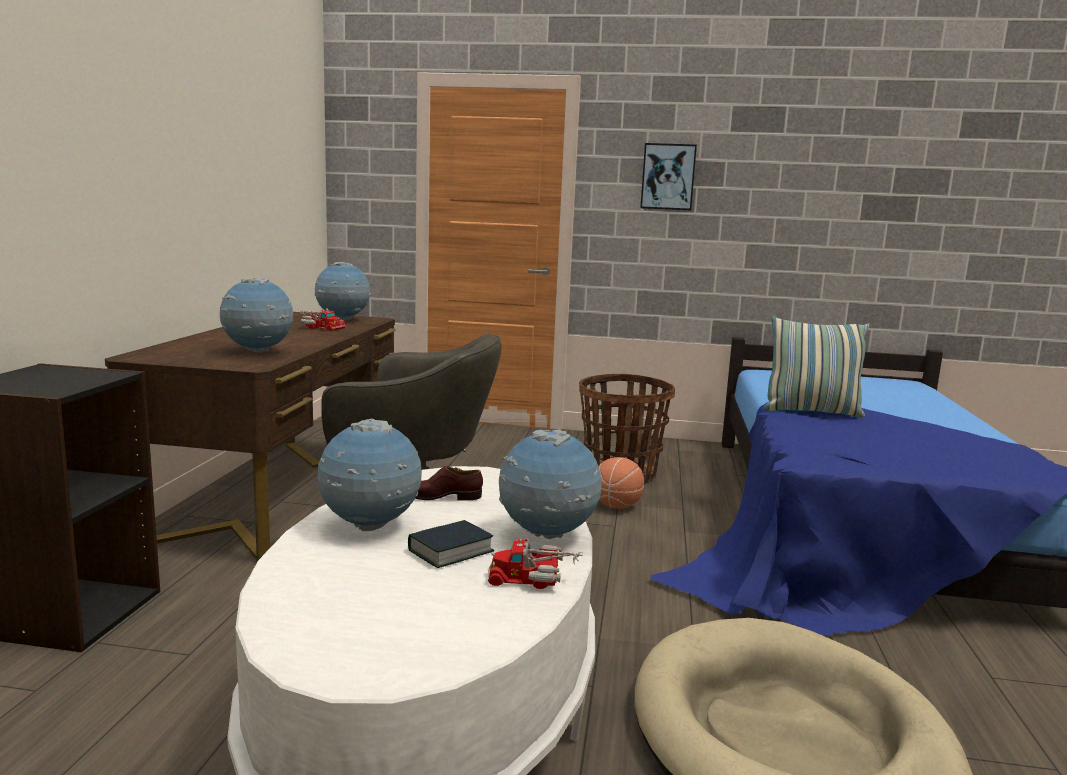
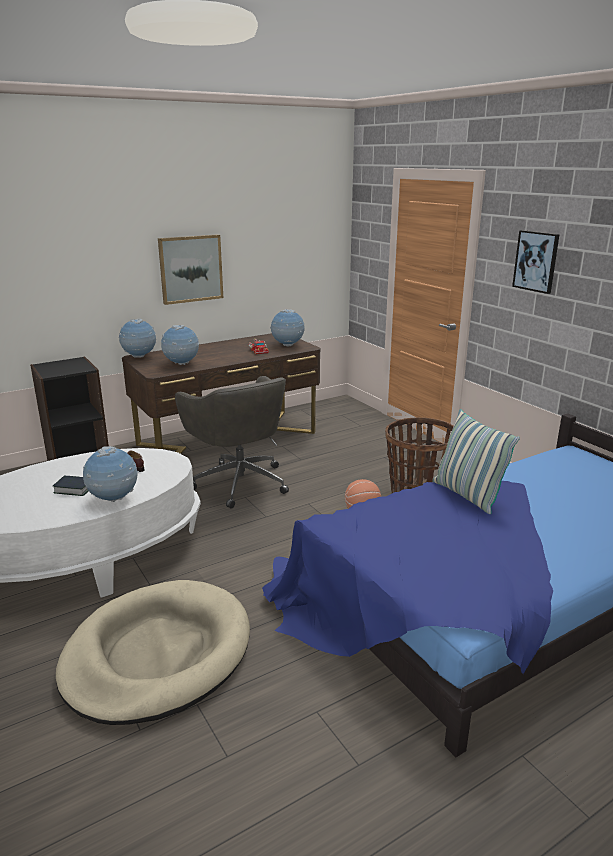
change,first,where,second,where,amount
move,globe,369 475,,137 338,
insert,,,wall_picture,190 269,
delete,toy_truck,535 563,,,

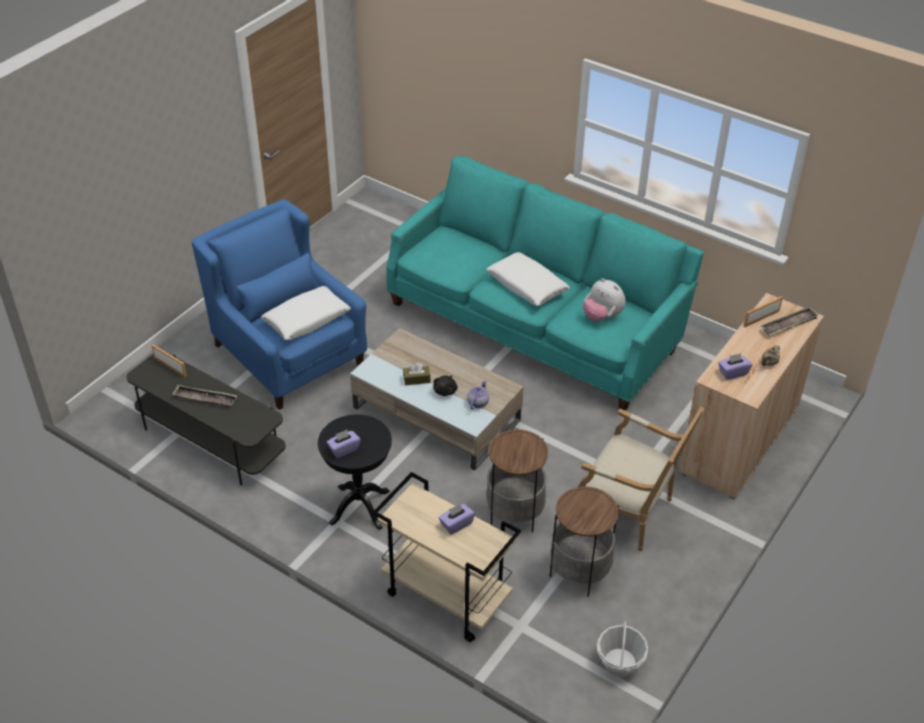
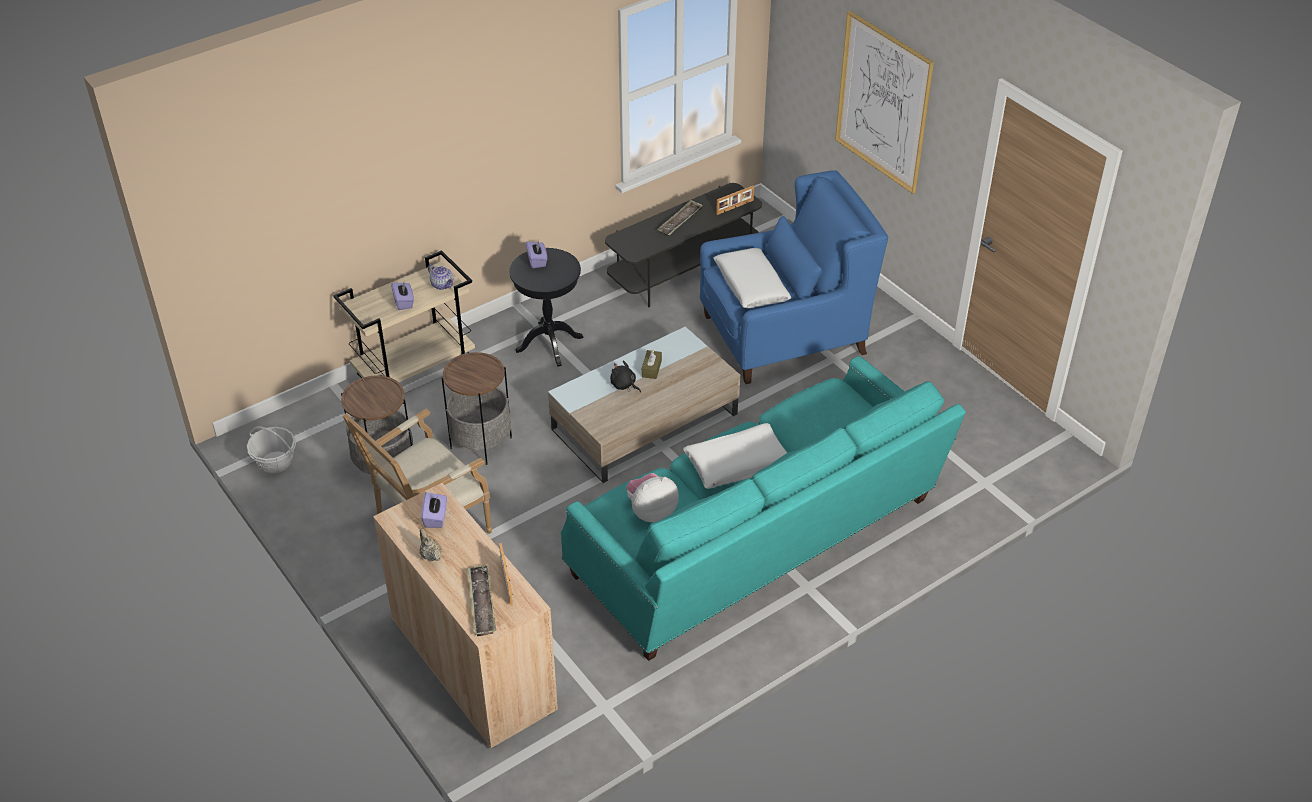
change,first,where,second,where,amount
move,teapot,478 395,,441 277,
insert,,,wall_picture,884 102,

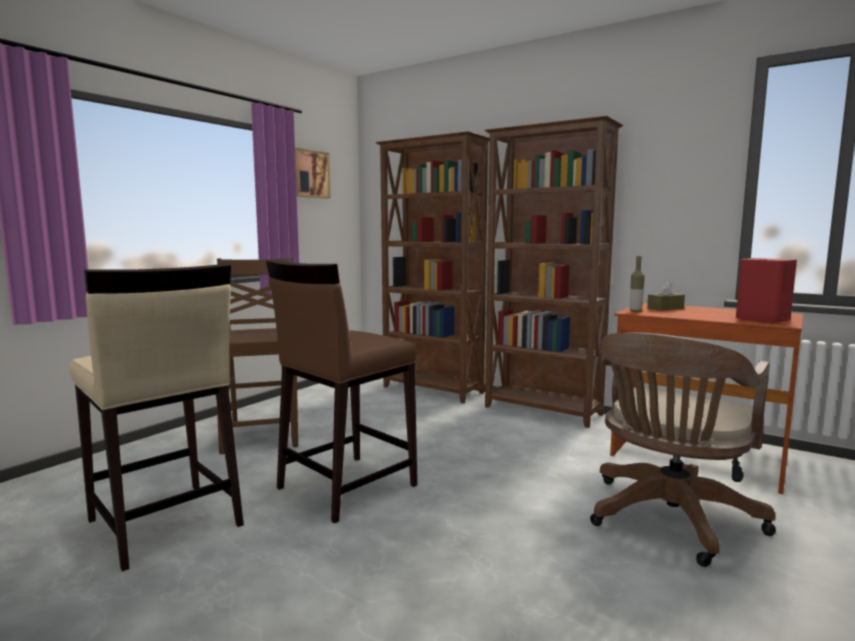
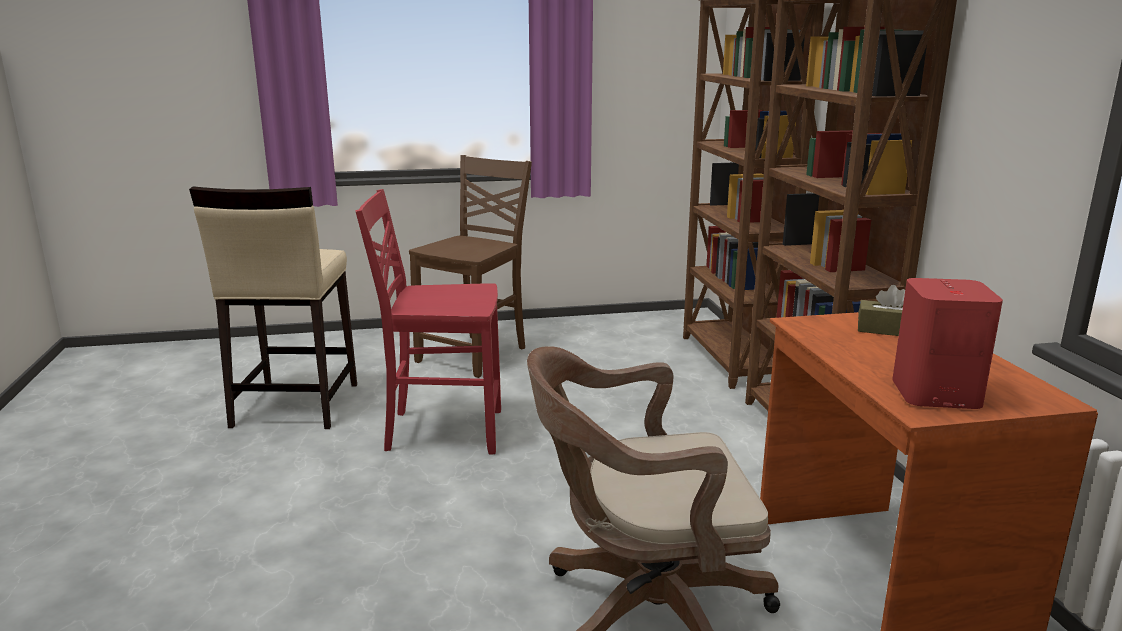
change,first,where,second,where,amount
replace,brownish_stool_seat,341 391,red-coloured_chair,428 322,
delete,wall_picture,313 173,,,
delete,drink_bottle,637 284,,,

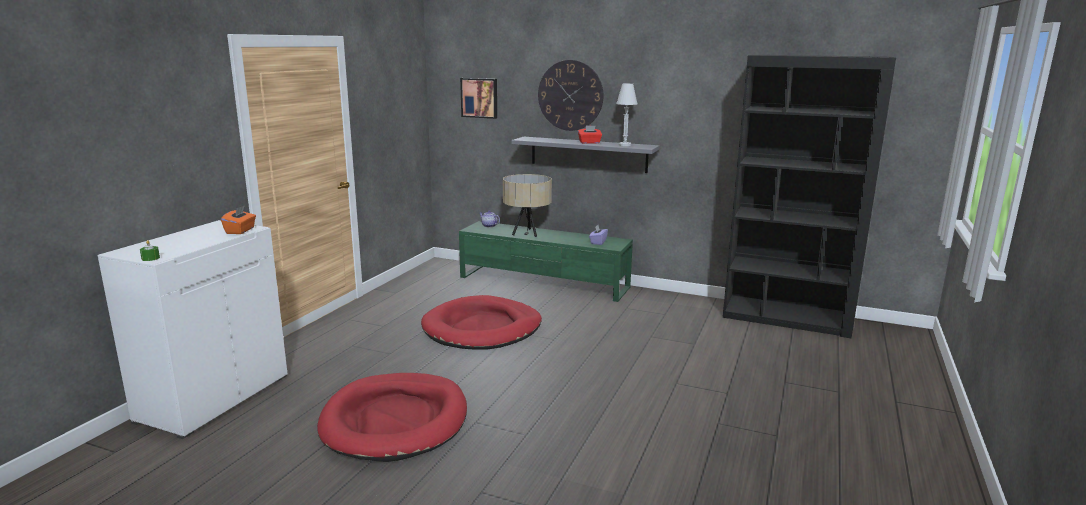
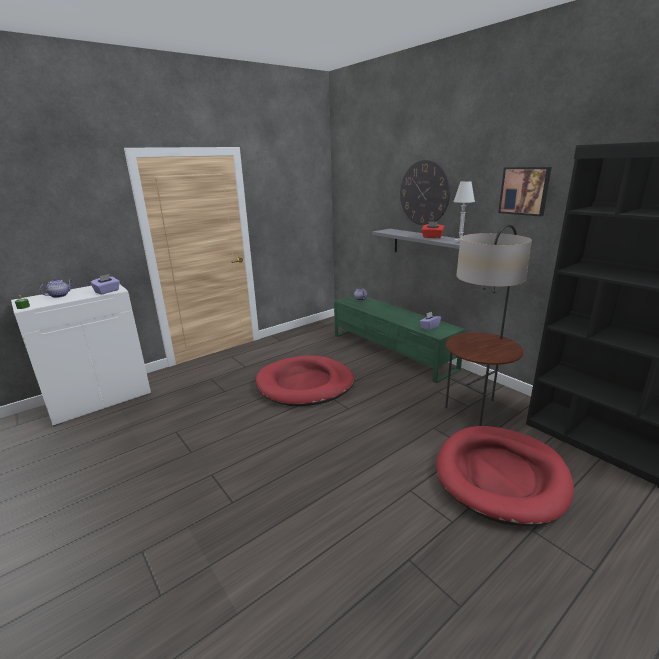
change,first,where,second,where,amount
insert,,,teapot,56 288,
recolor,orange_box_of_tissues,238 219,purple-coloured_box_of_tissues,105 284,
move,red-coloured_dog_cushion,392 417,,505 476,
insert,,,standard_lamp,488 325,
move,wall_picture,478 98,,524 191,
delete,beige_lamp_for_a_table,527 205,,,

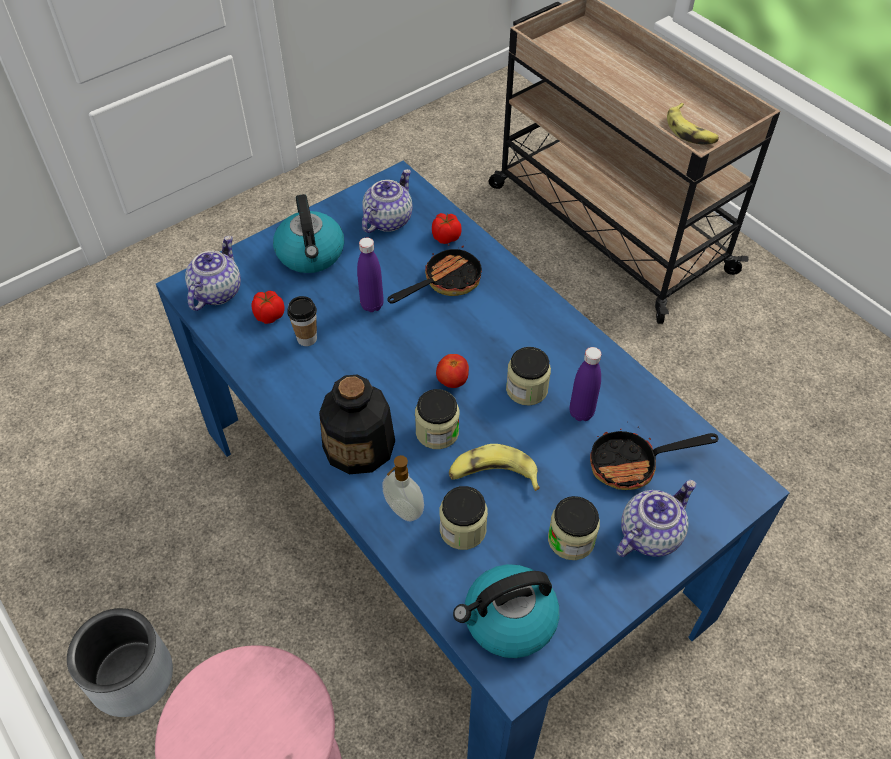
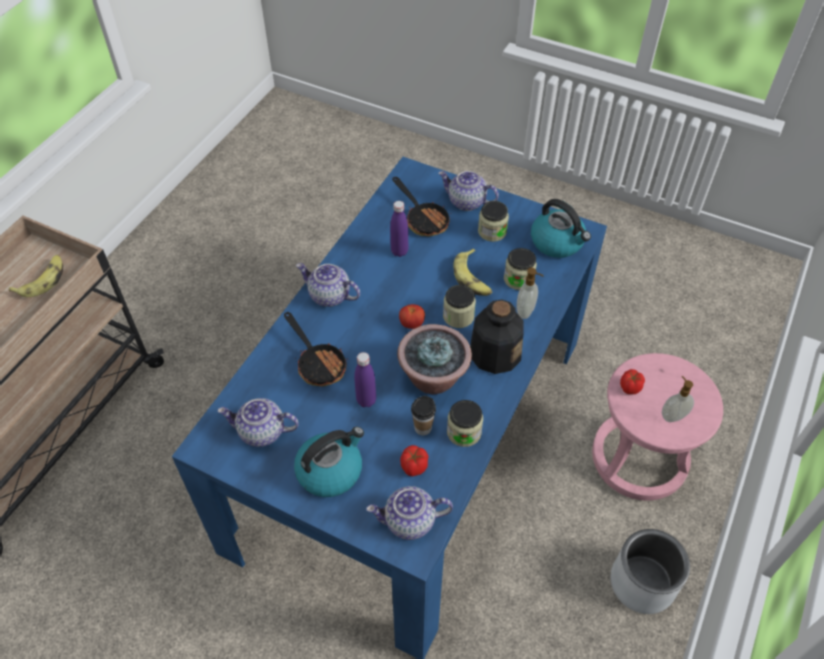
change,first,where,second,where,amount
rotate,pan,434 273,,316 349,150 degrees counterclockwise
insert,,,teapot,328 285,
insert,,,potted_plant,434 359,
move,jar,528 376,,465 423,
move,whole_tomato,446 228,,632 381,
insert,,,soap_dispenser,678 399,

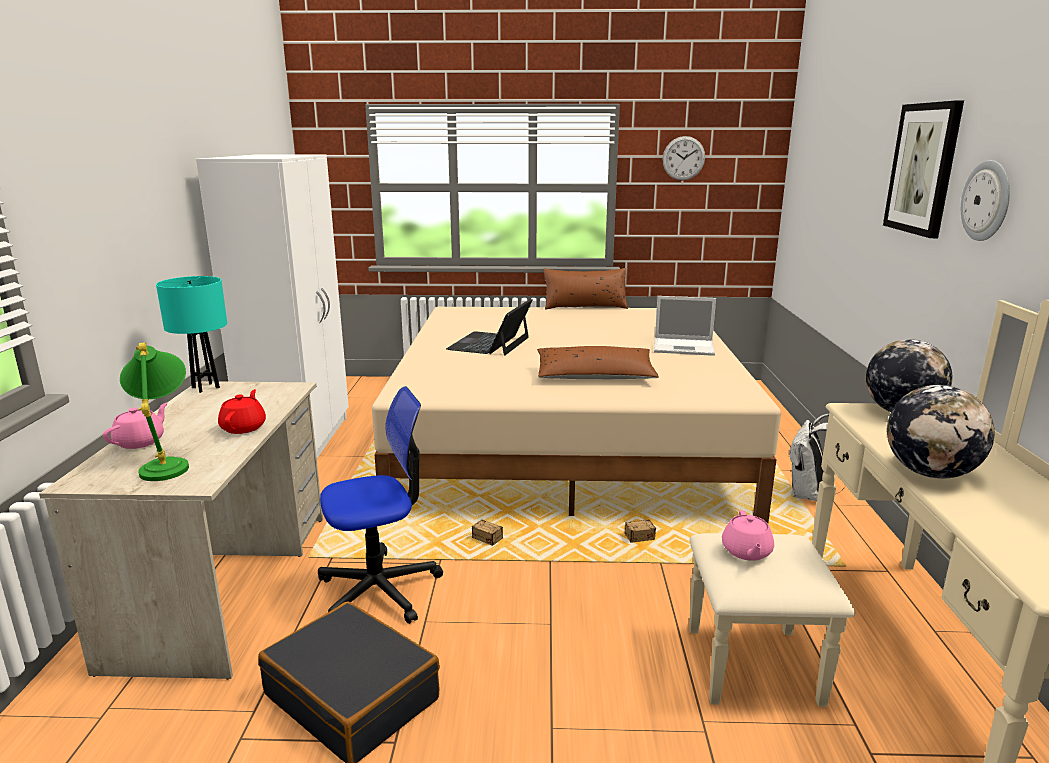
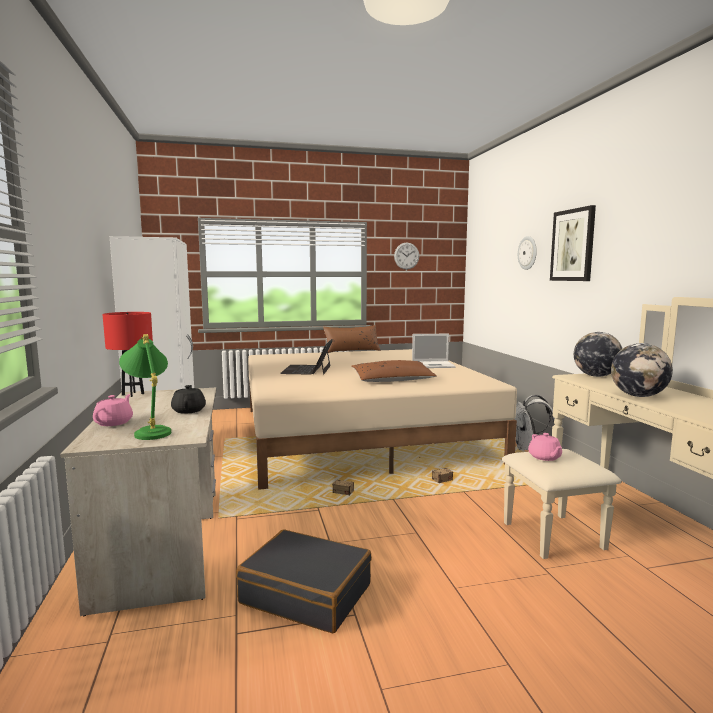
change,first,where,second,where,amount
recolor,turquoise_lamp_for_a_table,191 334,red-coloured_lamp_for_a_table,127 354,
recolor,red-coloured_teapot,242 411,black-coloured_teapot,188 399,
move,clock_on_the_wall,985 200,,527 253,
delete,office_chair,380 505,,,

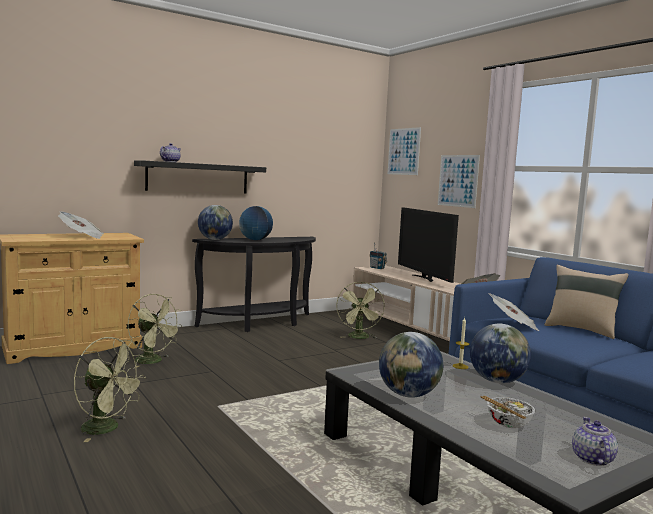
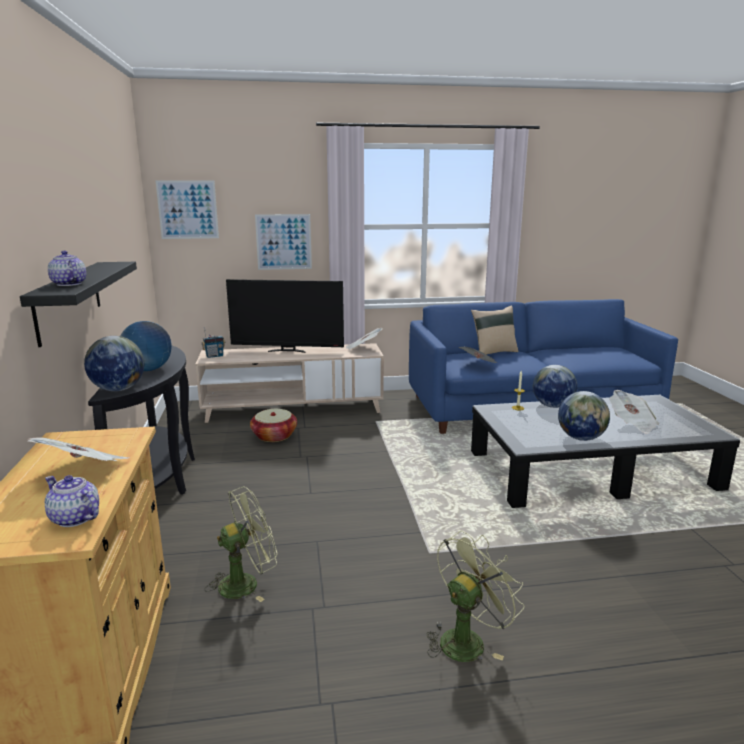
change,first,where,second,where,amount
move,teapot,595 441,,72 501,
replace,green-coloured_cooling_fan,360 310,household_basket,273 425,
replace,bowl,508 412,printed_paper,634 412,

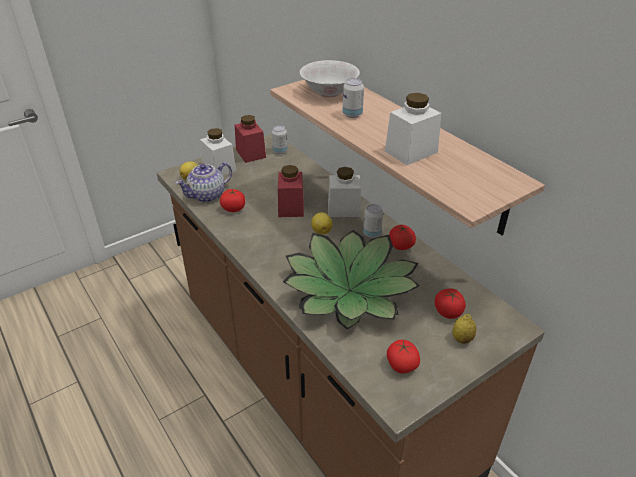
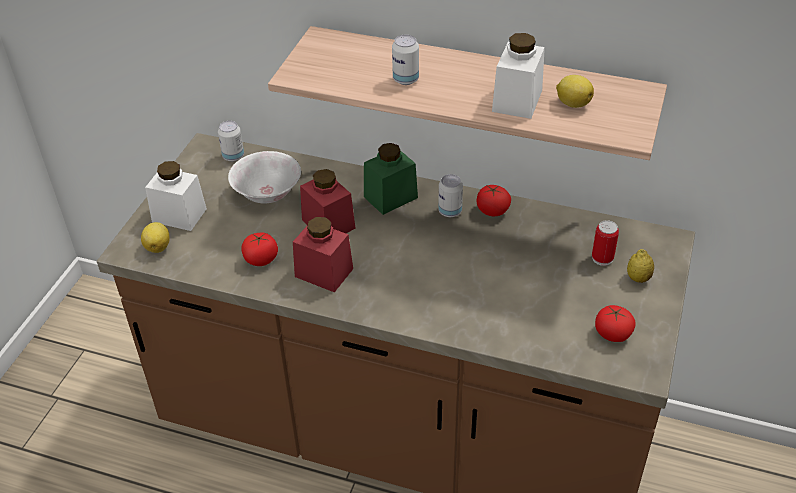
change,first,where,second,where,amount
move,whitish_bowl,330 78,,264 177,
move,red-coloured_jar,250 139,,323 255,
recolor,whitish_jar,344 192,green-coloured_jar,391 179,
move,lemon,322 223,,575 91,
replace,whole_tomato,450 303,metal_can,605 243,
delete,teapot,203 182,,,
delete,potted_plant,351 279,,,

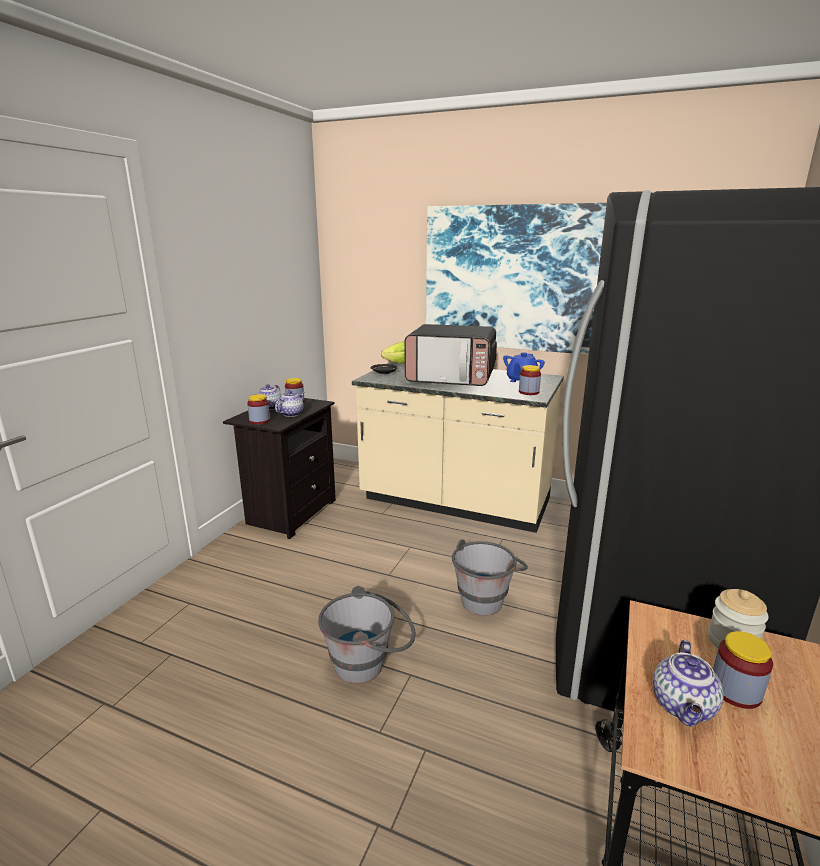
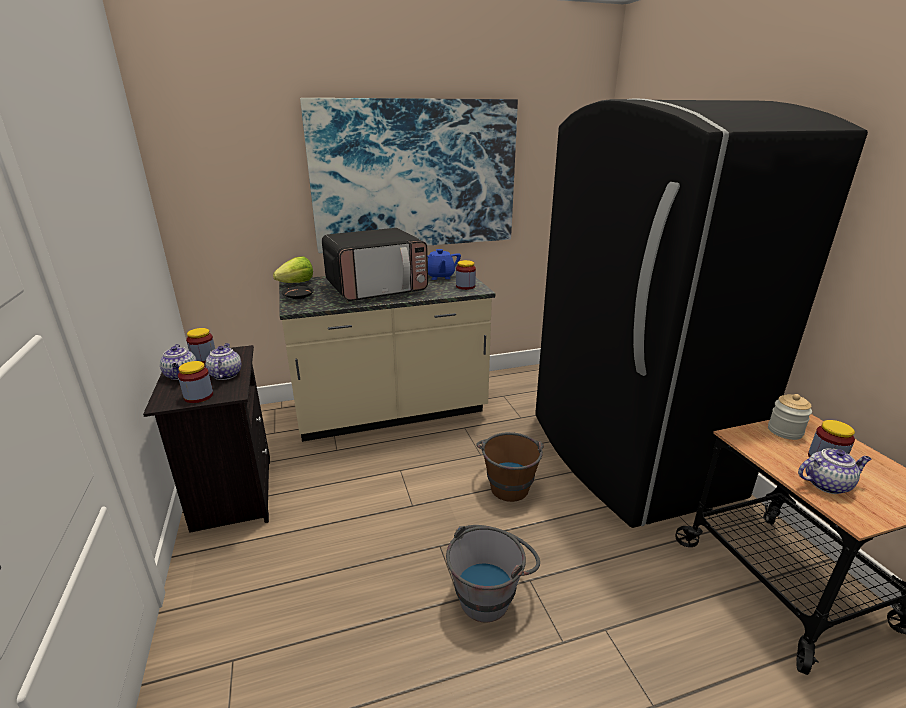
change,first,where,second,where,amount
recolor,grey_pail,490 577,brownish_pail,510 467,
rotate,teapot,688 683,,834 471,75 degrees counterclockwise

